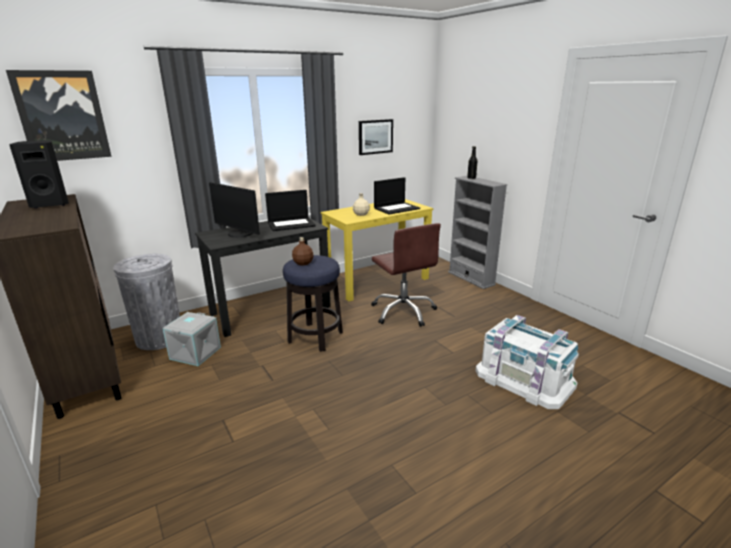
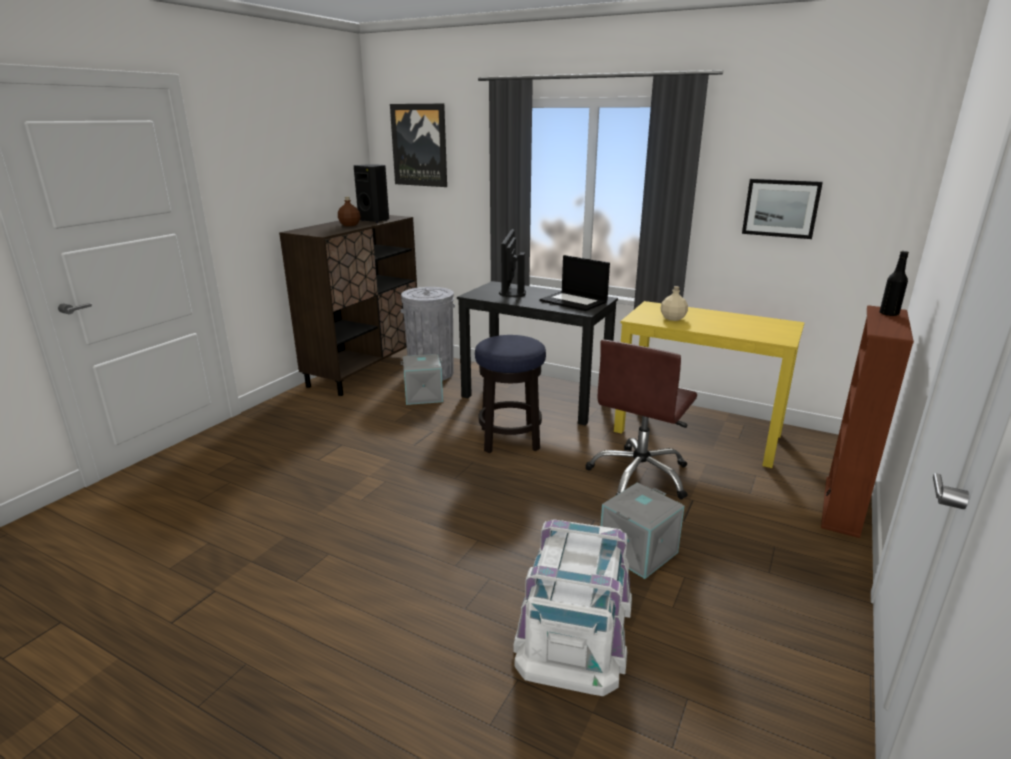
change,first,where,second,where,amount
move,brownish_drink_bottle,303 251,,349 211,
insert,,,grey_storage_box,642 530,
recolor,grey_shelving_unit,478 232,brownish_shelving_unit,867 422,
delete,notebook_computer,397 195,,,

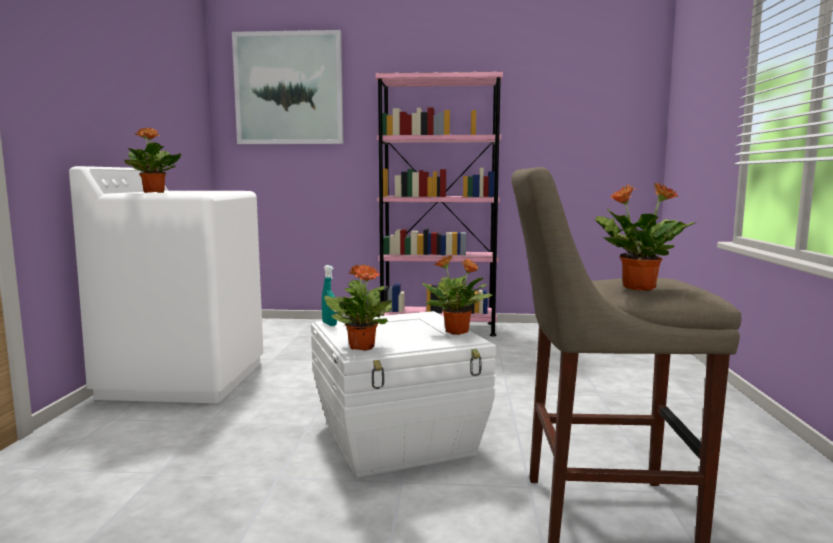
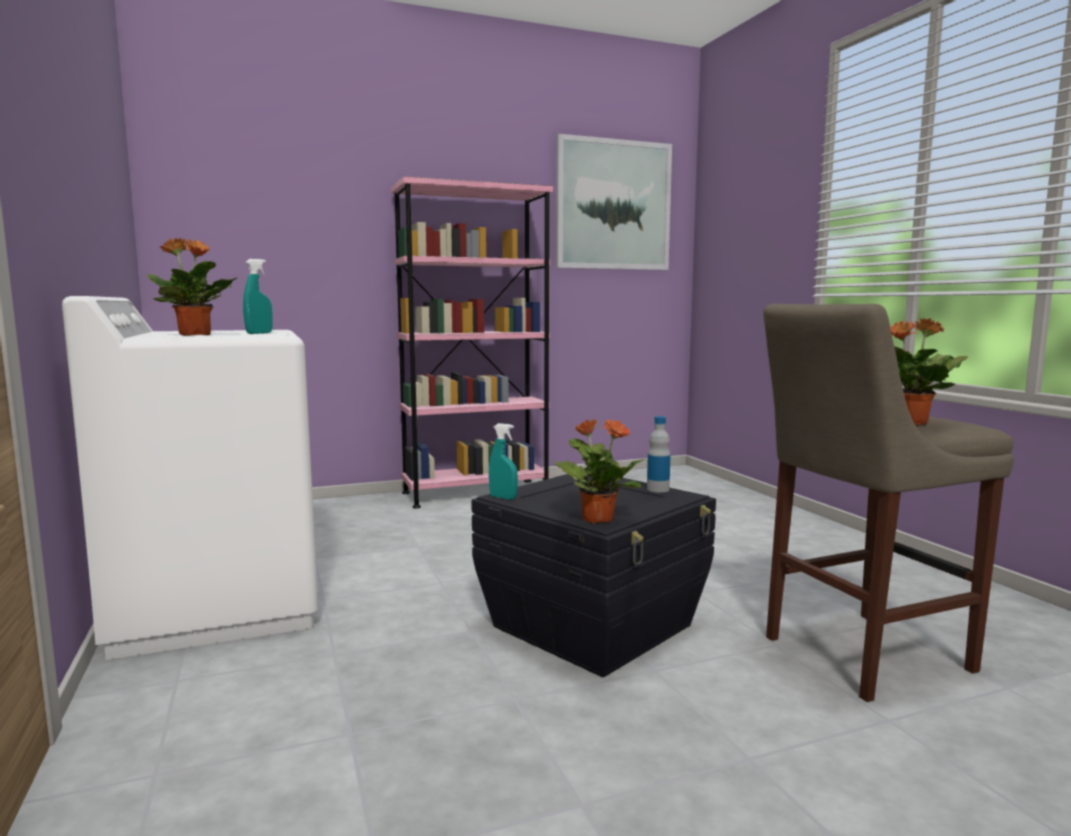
change,first,where,second,where,amount
insert,,,turquoise_sprayer,258 296,
recolor,whitish_storage_box,403 394,black-coloured_storage_box,593 573,
move,wall_picture,288 87,,613 202,
replace,potted_plant,457 295,drink_bottle,659 454,

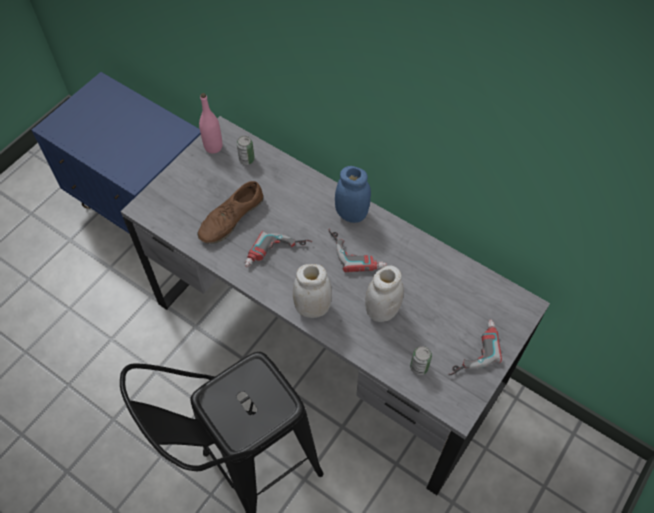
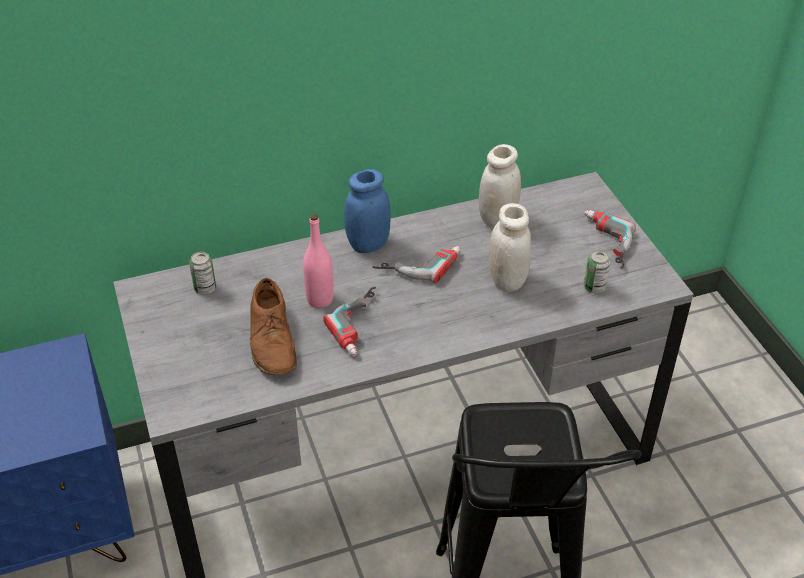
change,first,where,second,where,amount
move,pinkish_drink_bottle,211 123,,318 261,
move,whitish_jar,312 291,,500 186,

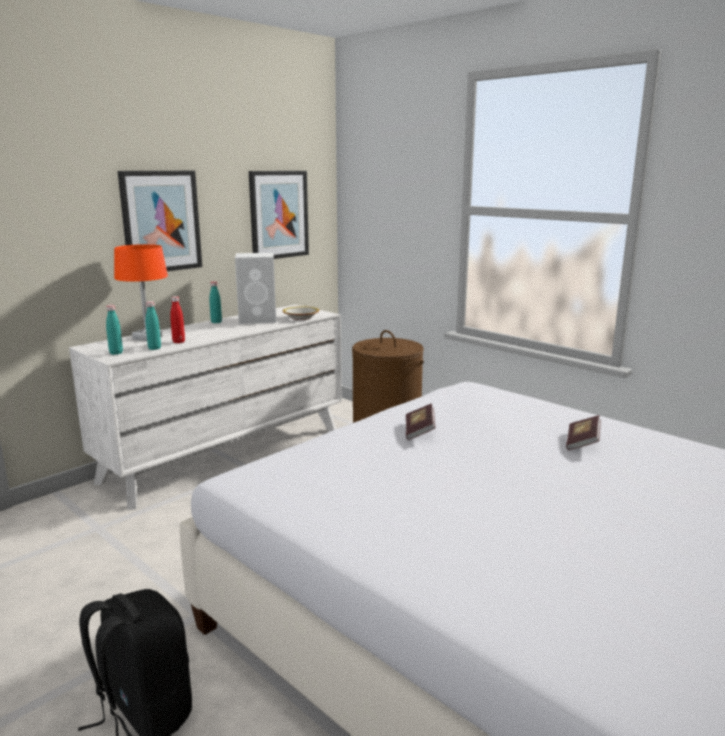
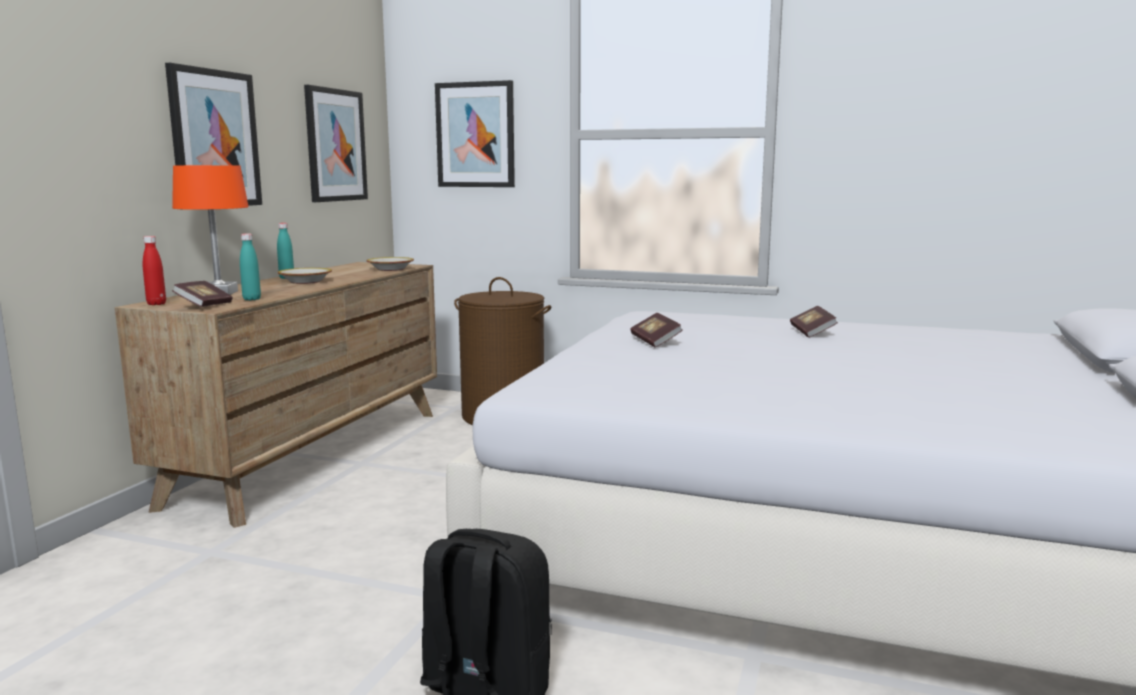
change,first,where,second,where,amount
recolor,whitish_chest_of_drawers,205 407,brownish_chest_of_drawers,276 395,
move,red-coloured_drink_bottle,177 319,,154 270,
replace,turquoise_drink_bottle,114 330,volume,202 294,
insert,,,bowl,304 276,
insert,,,wall_picture,475 133,
delete,whitish_audio_speaker,255 288,,,

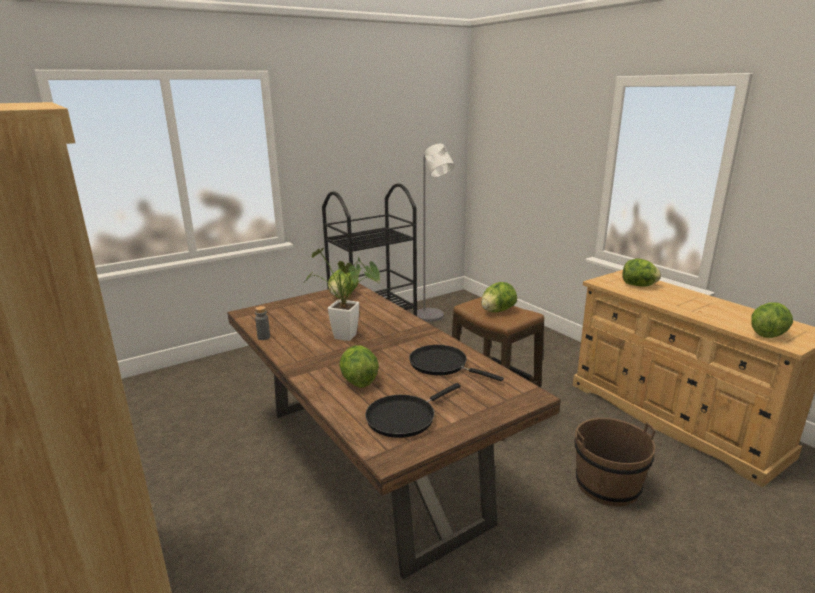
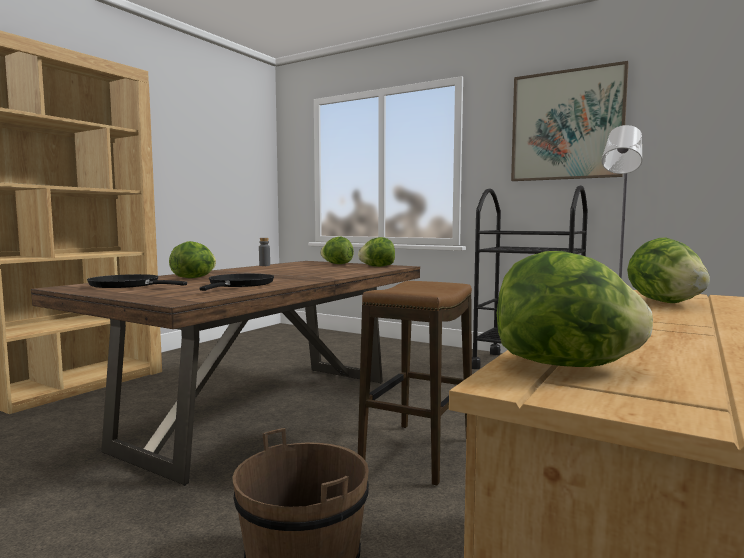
change,first,where,second,where,amount
move,lettuce_head,499 297,,337 250,
insert,,,wall_picture,570 121,
delete,potted_plant,342 294,,,

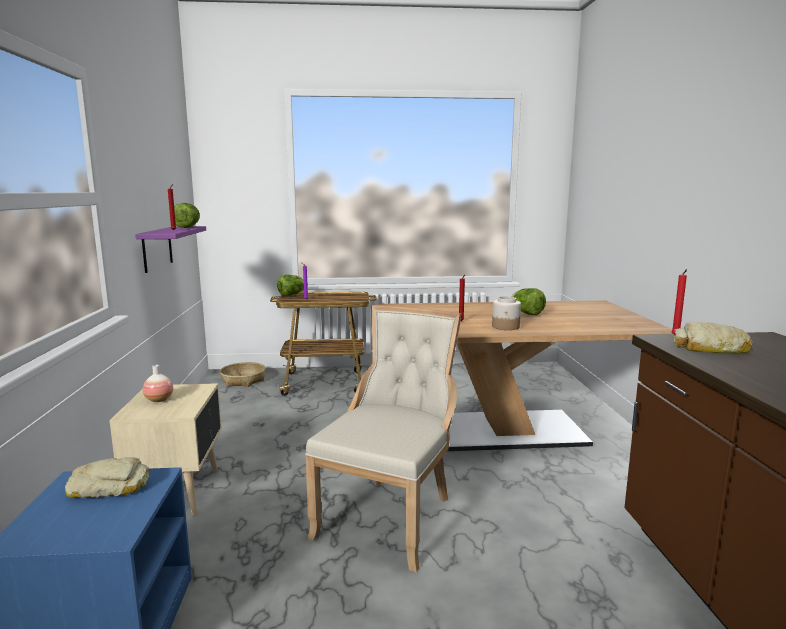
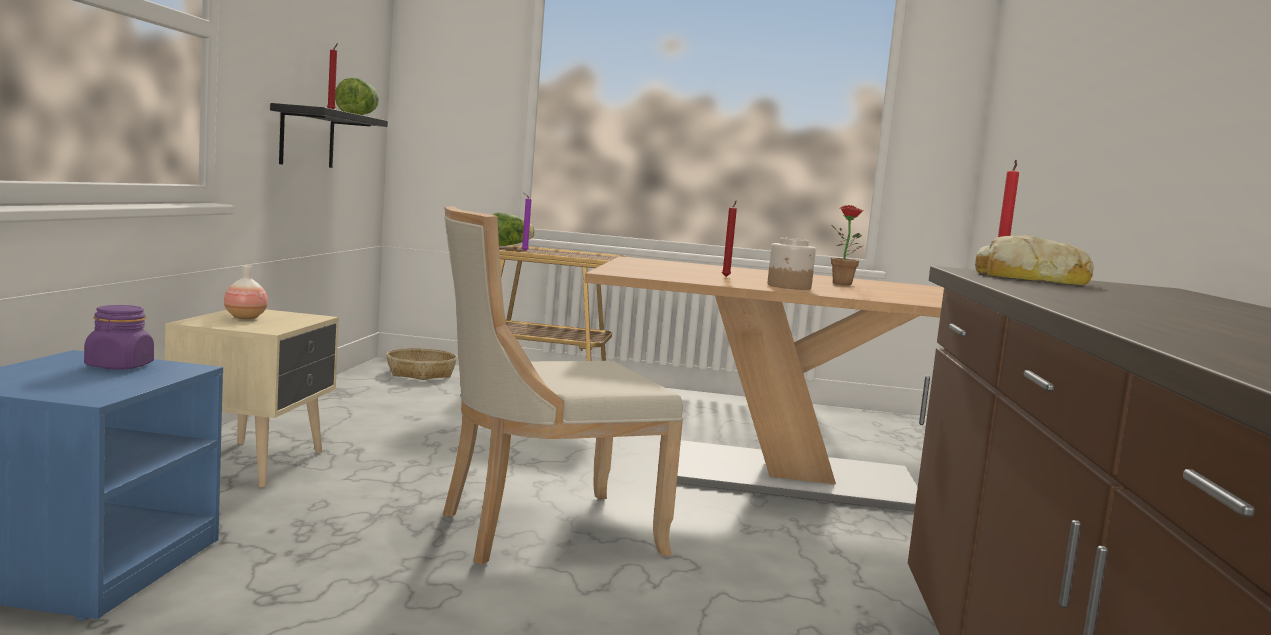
change,first,where,second,where,amount
replace,bakery_bread,107 477,purple-coloured_jar,119 337,
recolor,purple-coloured_wall_shelf,170 249,black-coloured_wall_shelf,329 135,
rotate,beige_chair,383 439,,563 385,150 degrees counterclockwise
replace,lettuce_head,529 301,potted_plant,847 245,

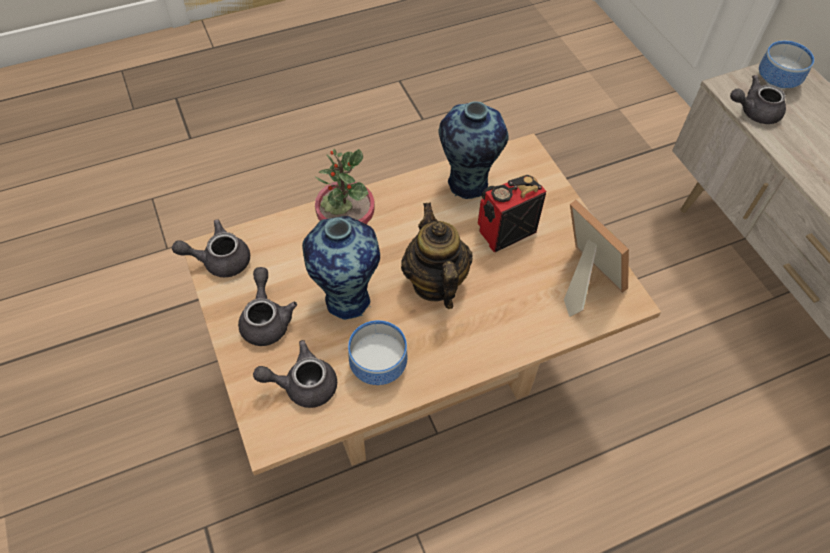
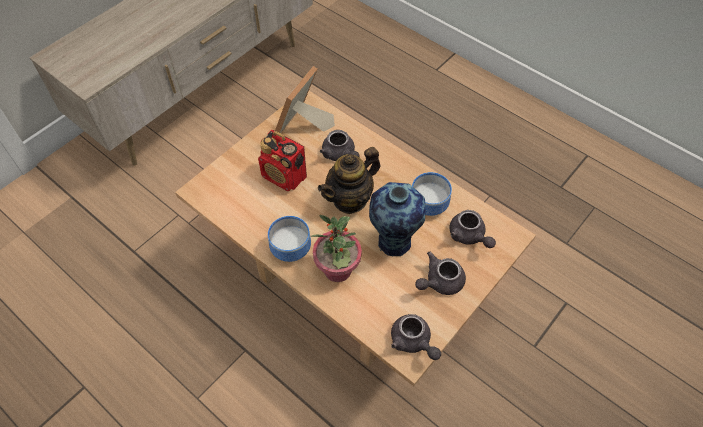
change,first,where,second,where,amount
move,bowl,786 65,,289 239,
move,grey_teapot,758 99,,340 145,
delete,flower_vase,473 150,,,

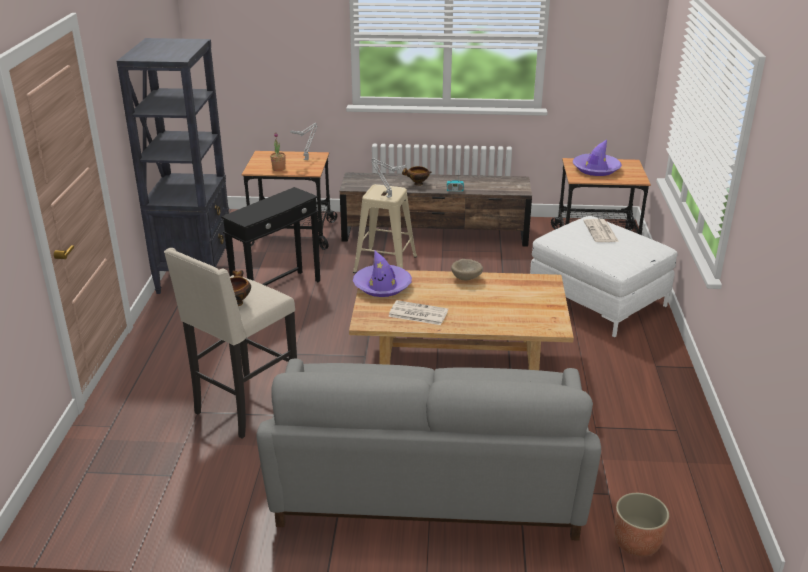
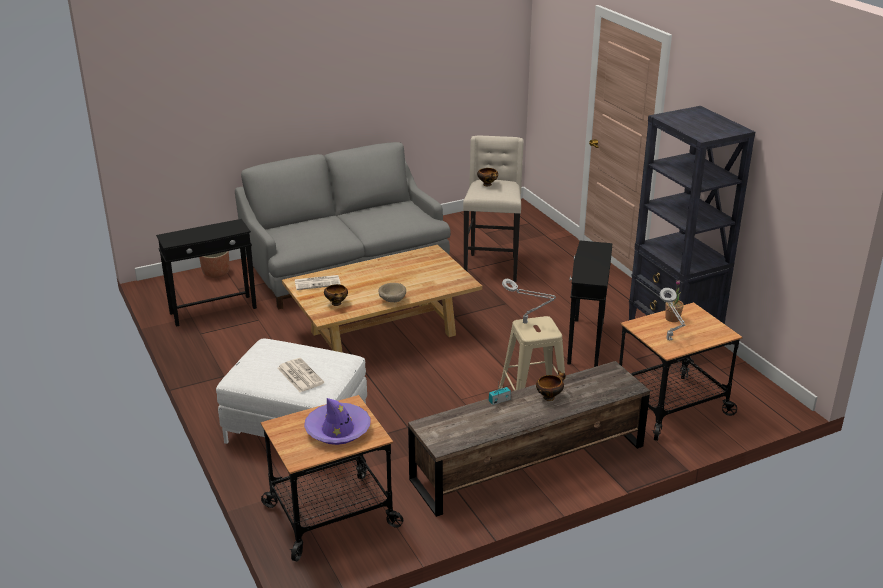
change,first,where,second,where,amount
insert,,,black-coloured_side_table,206 273,
move,printed_paper,418 312,,318 282,
insert,,,bowl,336 295,
delete,purple-coloured_wearable_hat,382 273,,,

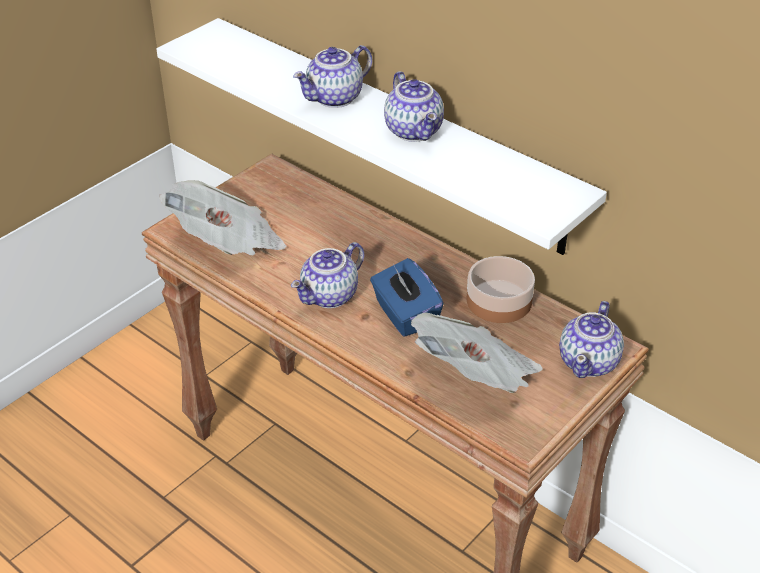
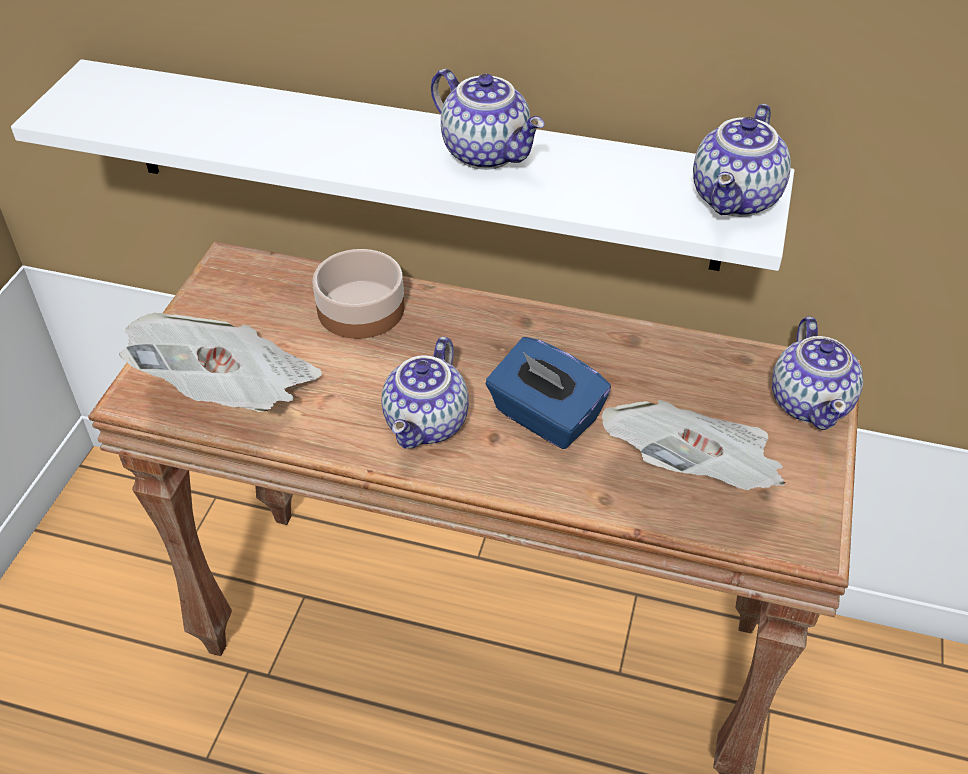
change,first,where,second,where,amount
move,bowl,500 289,,358 294,
move,teapot,332 76,,742 160,

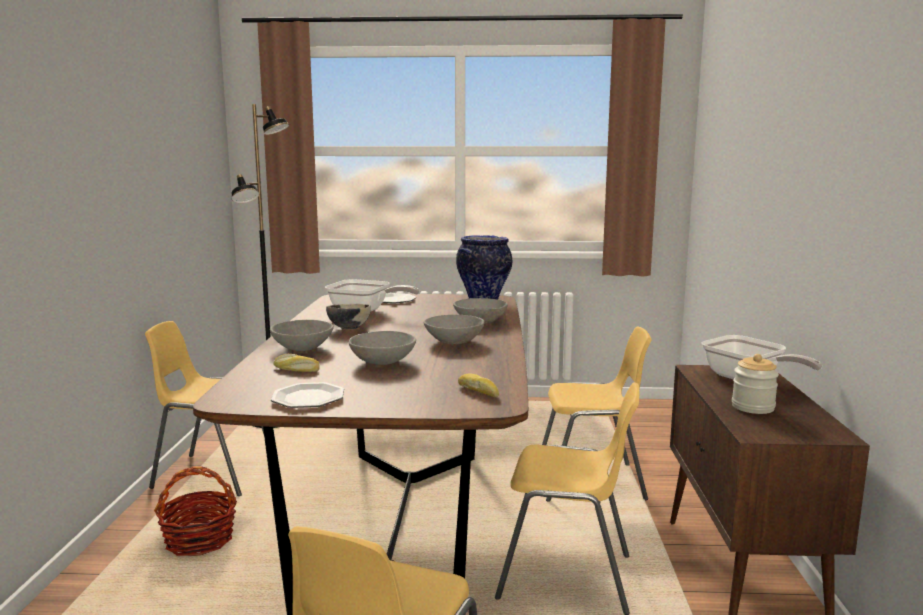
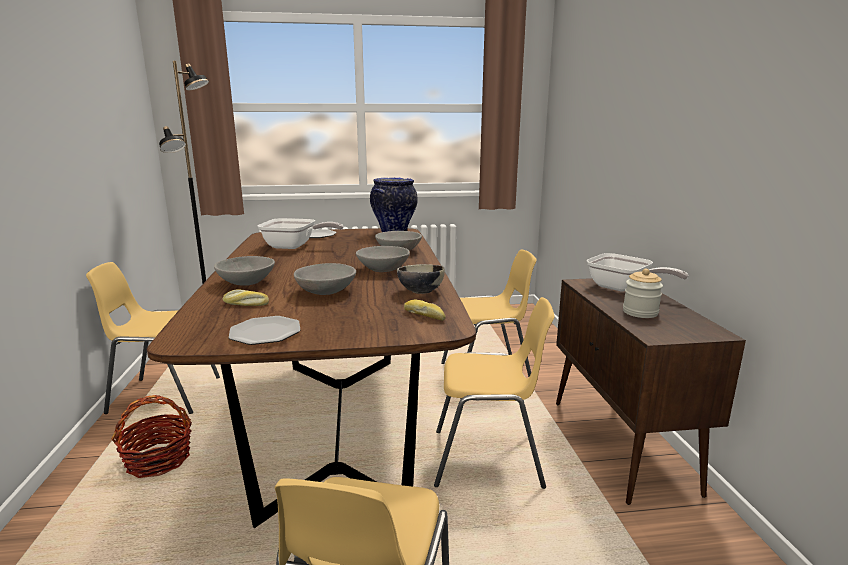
change,first,where,second,where,amount
move,bowl,348 316,,421 279,

